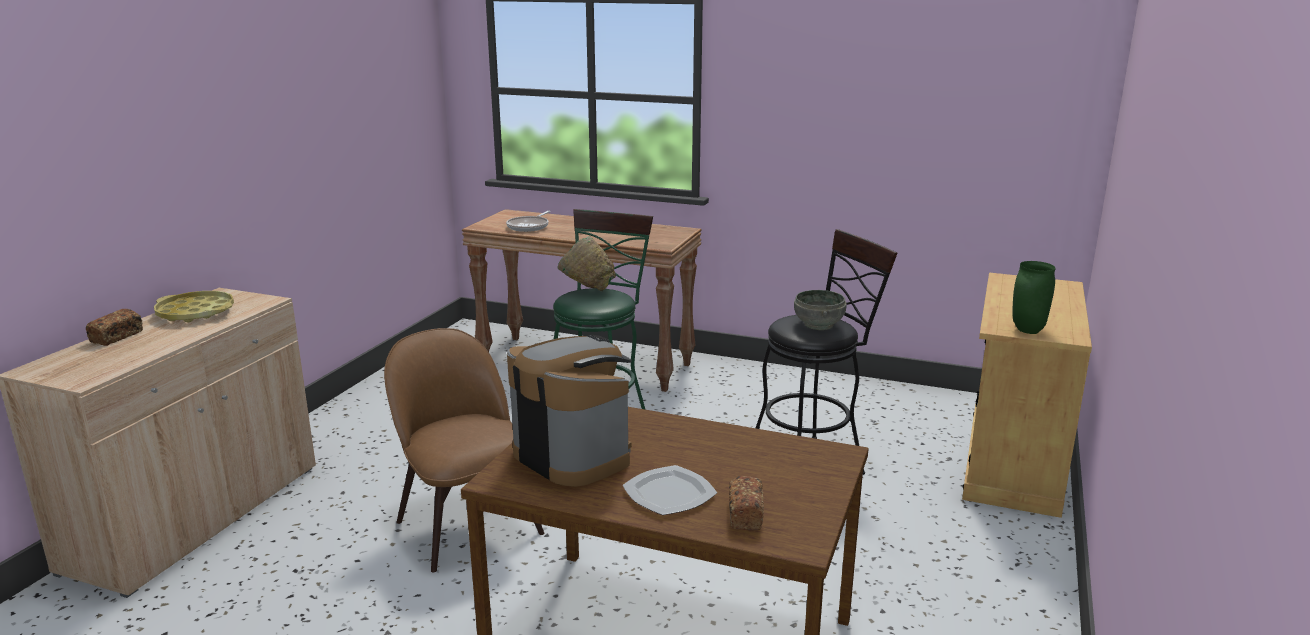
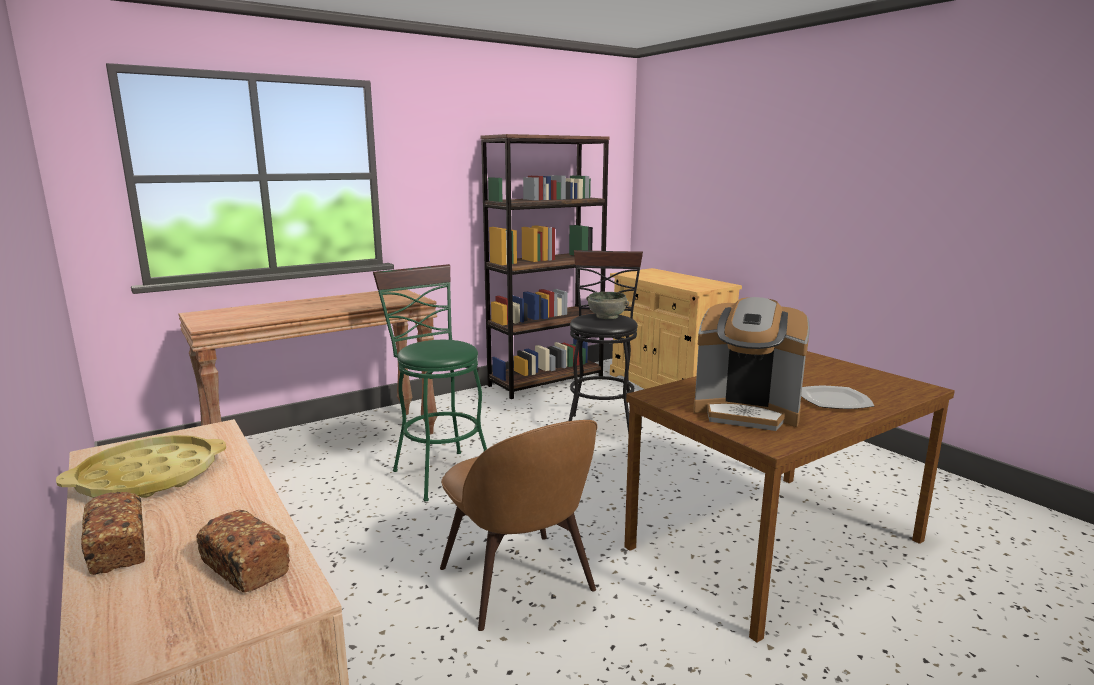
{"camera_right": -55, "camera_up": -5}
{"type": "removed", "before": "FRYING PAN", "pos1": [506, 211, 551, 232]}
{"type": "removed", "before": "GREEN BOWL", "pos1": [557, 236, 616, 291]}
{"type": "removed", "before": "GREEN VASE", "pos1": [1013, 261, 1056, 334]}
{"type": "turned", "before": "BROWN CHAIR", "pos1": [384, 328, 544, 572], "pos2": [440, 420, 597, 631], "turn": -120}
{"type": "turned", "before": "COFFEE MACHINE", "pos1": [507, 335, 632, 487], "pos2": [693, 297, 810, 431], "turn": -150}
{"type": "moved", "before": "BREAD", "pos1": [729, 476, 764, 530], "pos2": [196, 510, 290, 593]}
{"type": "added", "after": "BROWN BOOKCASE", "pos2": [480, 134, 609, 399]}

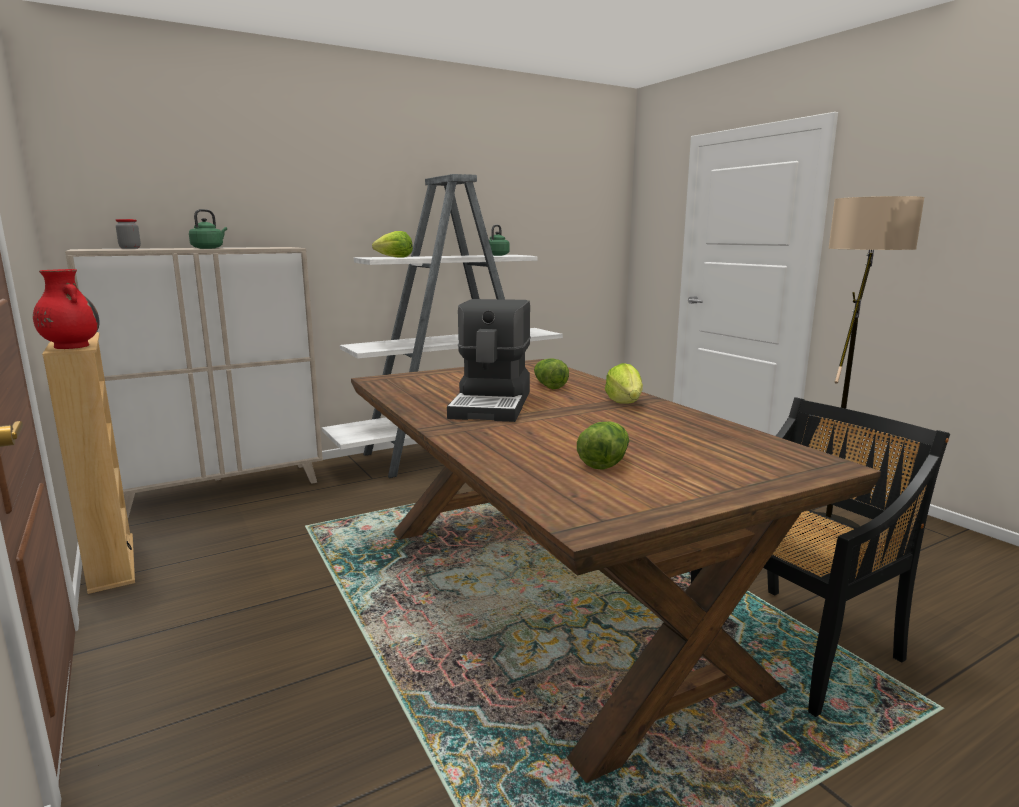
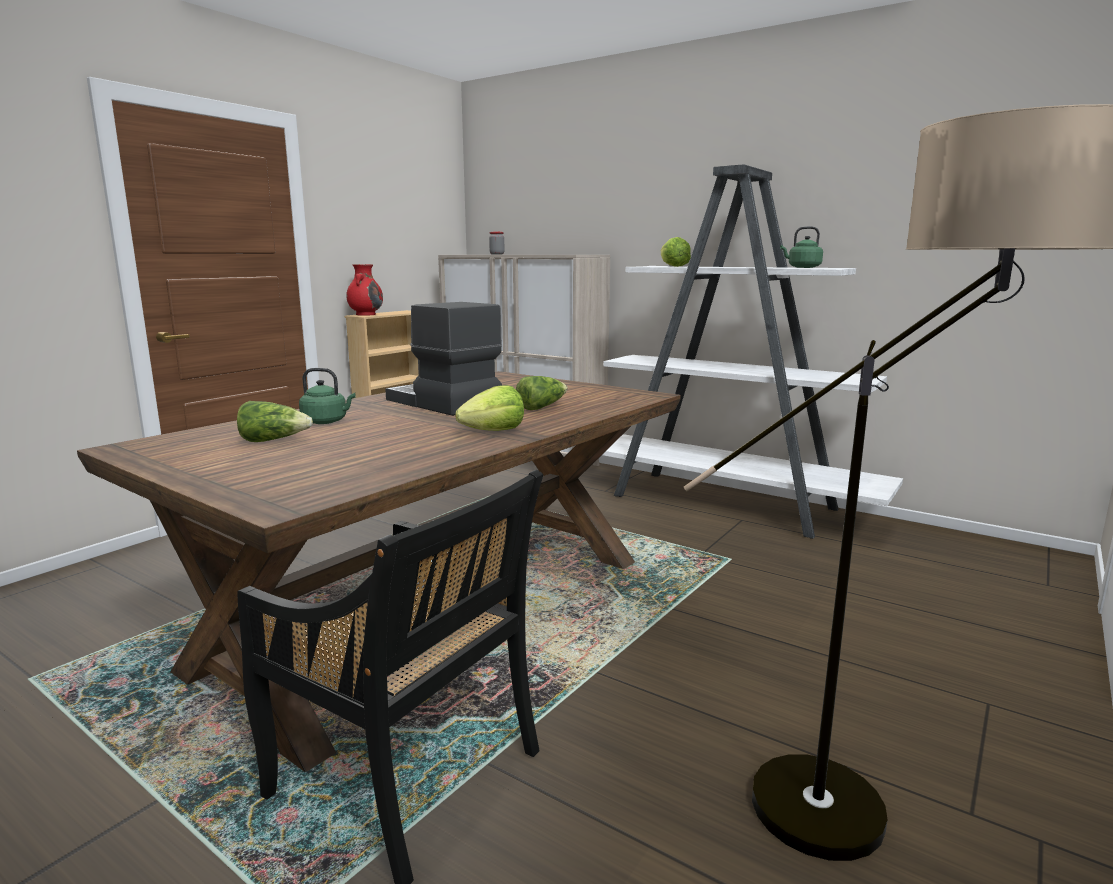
{"camera_right": 65, "camera_up": 0}
{"type": "moved", "before": "GREEN KETTLE", "pos1": [189, 209, 227, 249], "pos2": [299, 368, 355, 424]}
{"type": "turned", "before": "COFFEE MACHINE", "pos1": [447, 299, 531, 422], "pos2": [385, 302, 502, 416], "turn": 60}

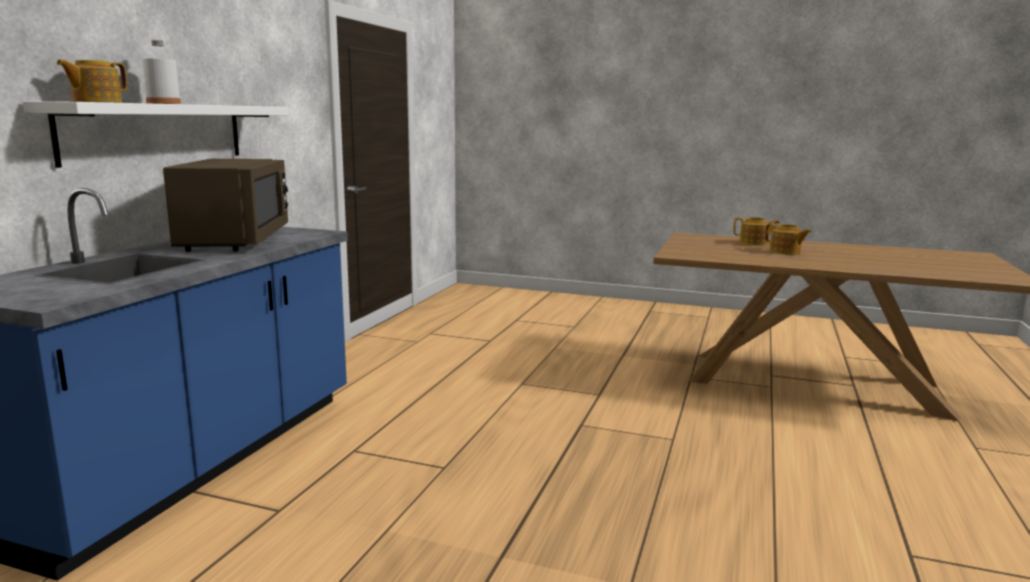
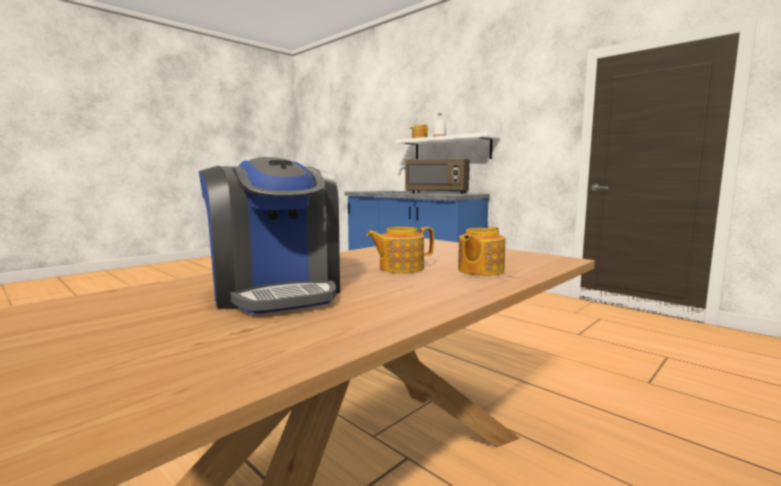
{"camera_right": 115, "camera_up": -5}
{"type": "added", "after": "COFFEE MACHINE", "pos2": [199, 157, 340, 314]}

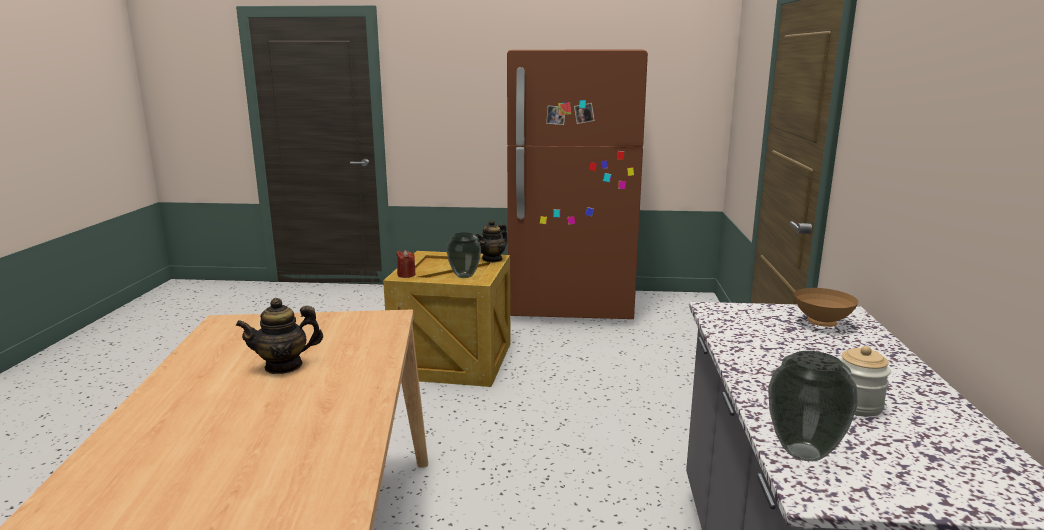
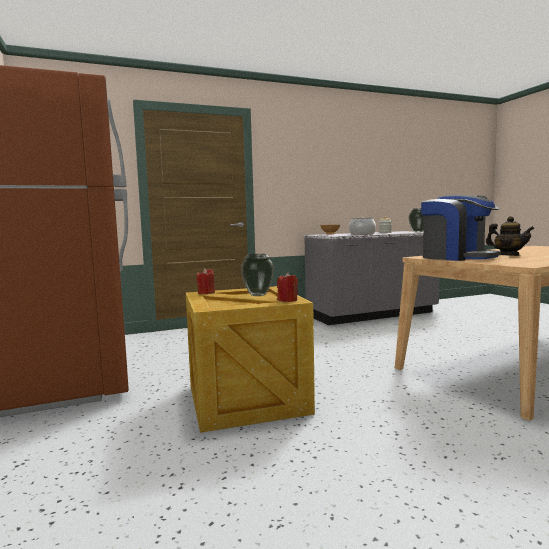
{"camera_right": -115, "camera_up": -10}
{"type": "replaced", "before": "TEAPOT", "after": "RED CANDLE", "pos1": [476, 219, 508, 263], "pos2": [196, 268, 215, 294]}
{"type": "added", "after": "COFFEE MACHINE", "pos2": [421, 195, 501, 261]}
{"type": "added", "after": "COOKING POT", "pos2": [349, 218, 376, 235]}

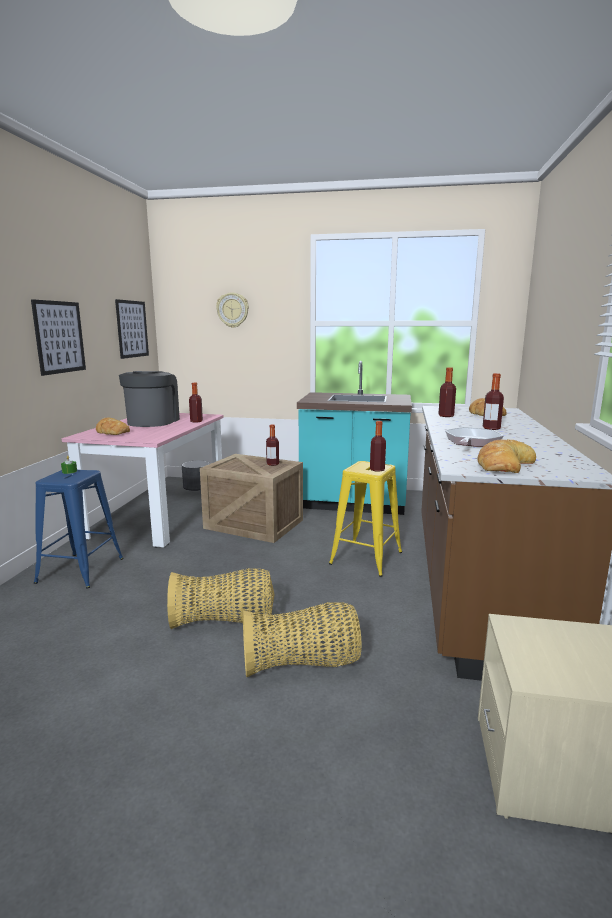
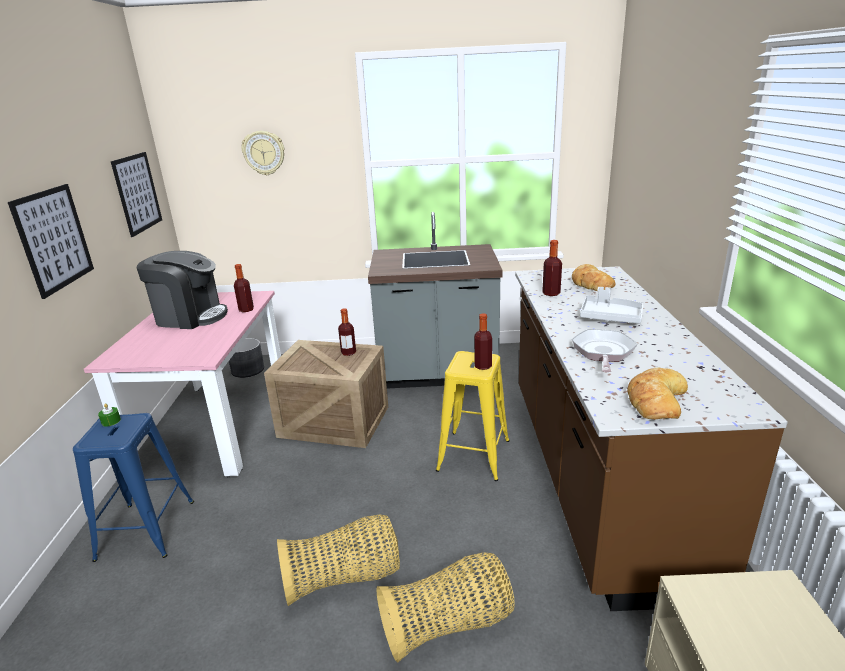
{"camera_right": -10, "camera_up": 10}
{"type": "recoloured", "before": "TURQUOISE COUNTER", "after": "GREY COUNTER", "pos1": [297, 361, 412, 515], "pos2": [368, 212, 503, 388]}
{"type": "turned", "before": "COFFEE MACHINE", "pos1": [119, 371, 180, 427], "pos2": [137, 251, 228, 329], "turn": 105}
{"type": "replaced", "before": "BOTTLE", "after": "GREY TRAY", "pos1": [483, 373, 504, 430], "pos2": [580, 287, 643, 323]}
{"type": "removed", "before": "BREAD", "pos1": [96, 417, 130, 435]}

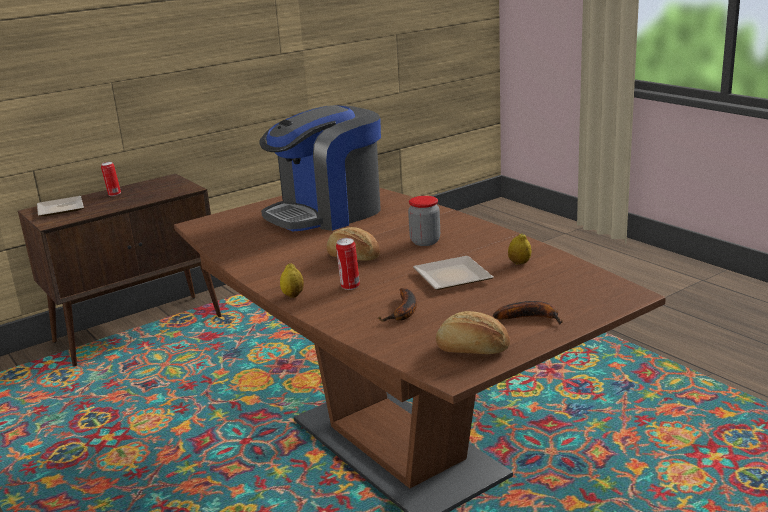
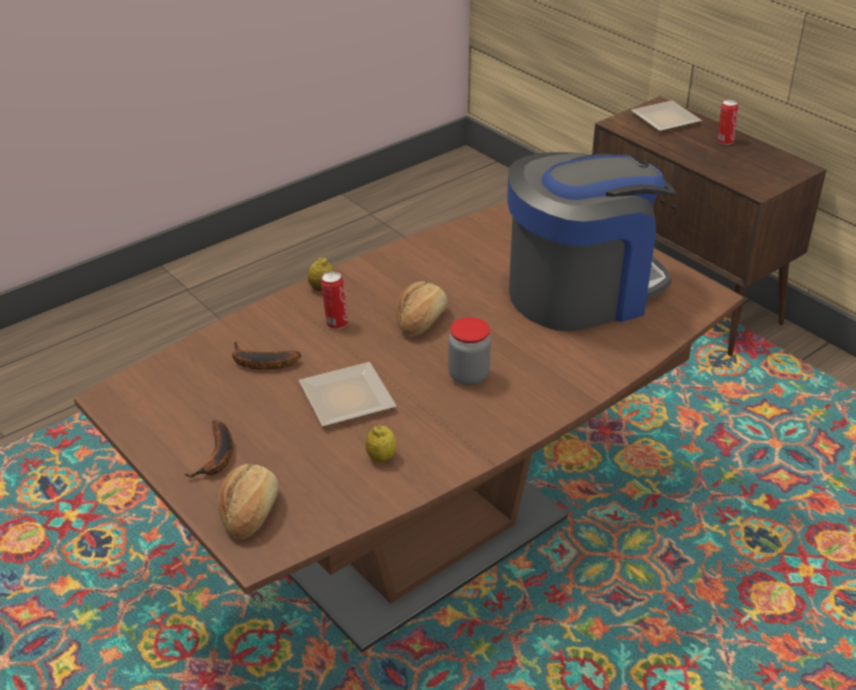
{"camera_right": 85, "camera_up": 15}
{"type": "turned", "before": "COFFEE MACHINE", "pos1": [259, 105, 381, 231], "pos2": [507, 152, 676, 331], "turn": 105}
{"type": "moved", "before": "BREAD", "pos1": [436, 311, 510, 354], "pos2": [218, 464, 279, 539]}

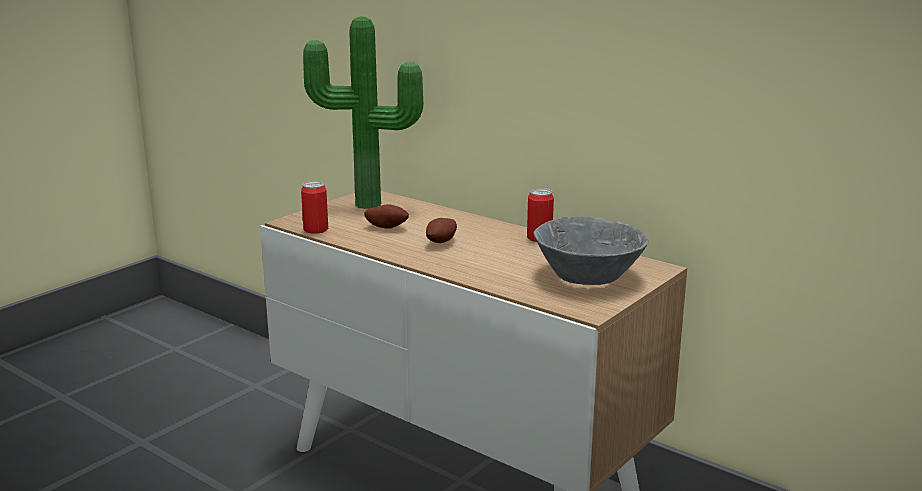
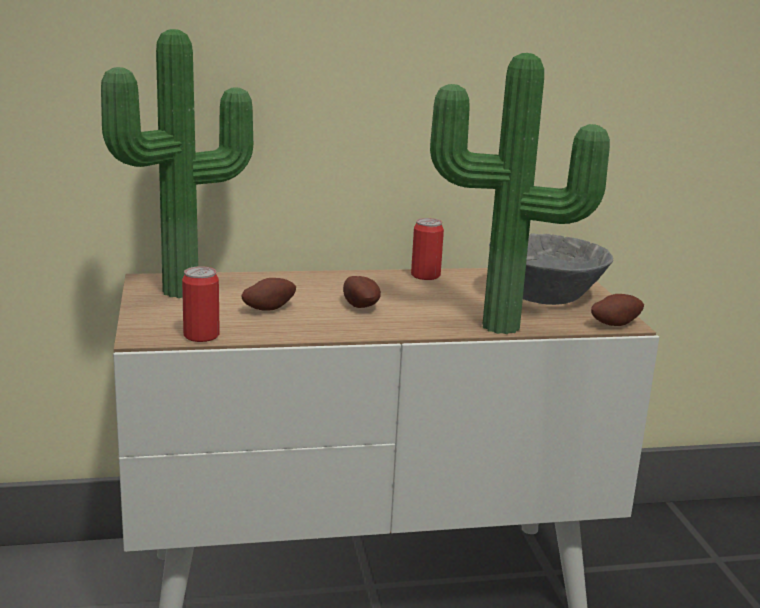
{"camera_right": -50, "camera_up": 0}
{"type": "added", "after": "POTTED PLANT", "pos2": [430, 53, 610, 334]}
{"type": "added", "after": "POTATO", "pos2": [591, 294, 644, 326]}

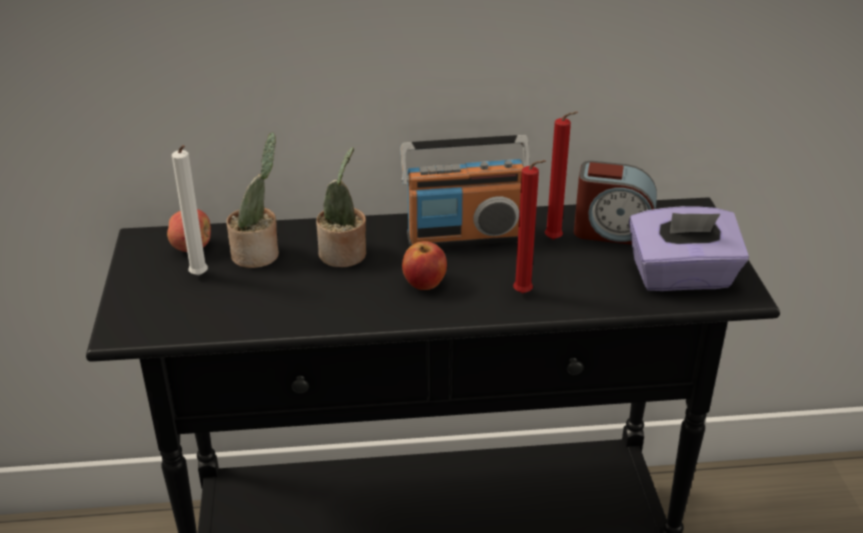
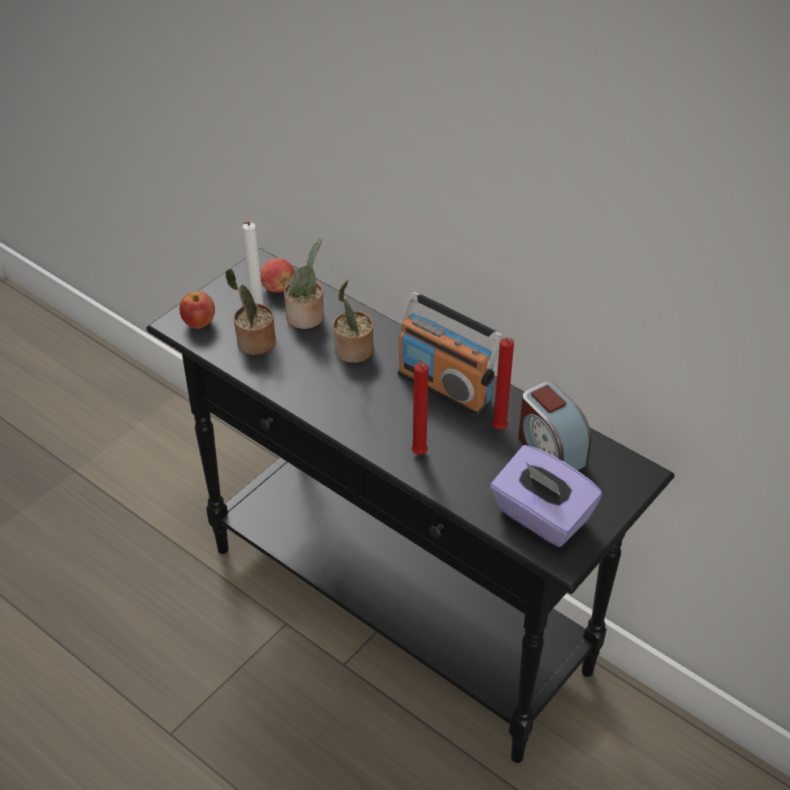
{"camera_right": 45, "camera_up": 10}
{"type": "moved", "before": "APPLE", "pos1": [402, 241, 447, 290], "pos2": [180, 291, 215, 329]}
{"type": "added", "after": "POTTED PLANT", "pos2": [225, 269, 276, 355]}

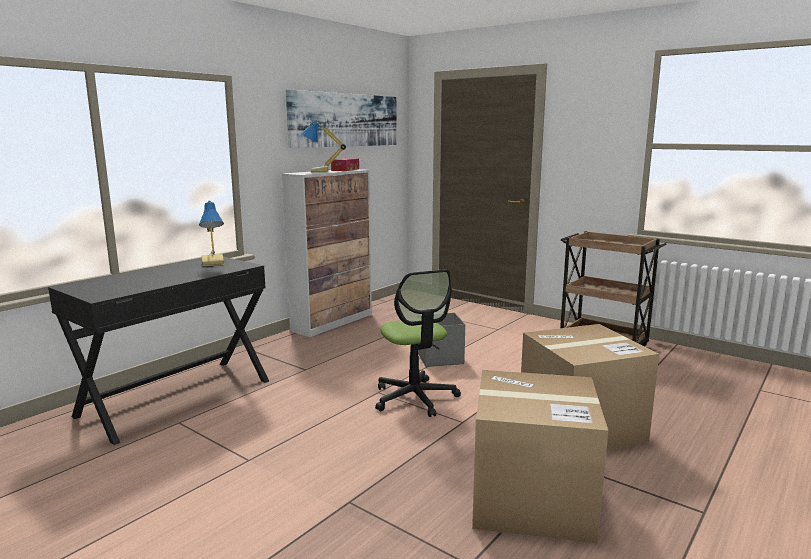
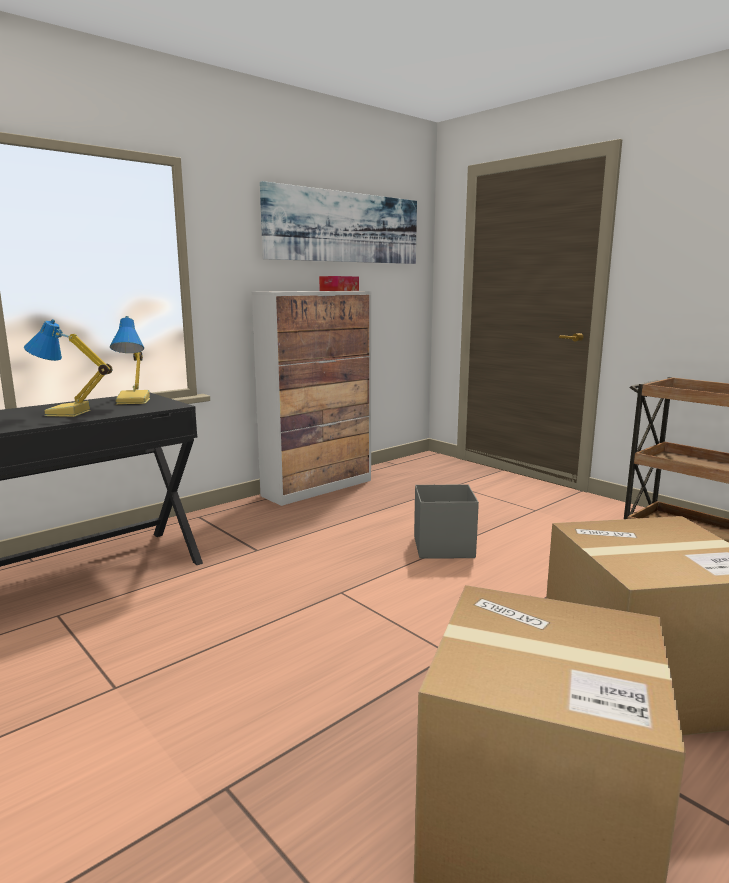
{"camera_right": 10, "camera_up": 0}
{"type": "moved", "before": "TABLE LAMP", "pos1": [300, 120, 346, 173], "pos2": [24, 319, 112, 417]}
{"type": "removed", "before": "OFFICE CHAIR", "pos1": [375, 269, 461, 417]}

